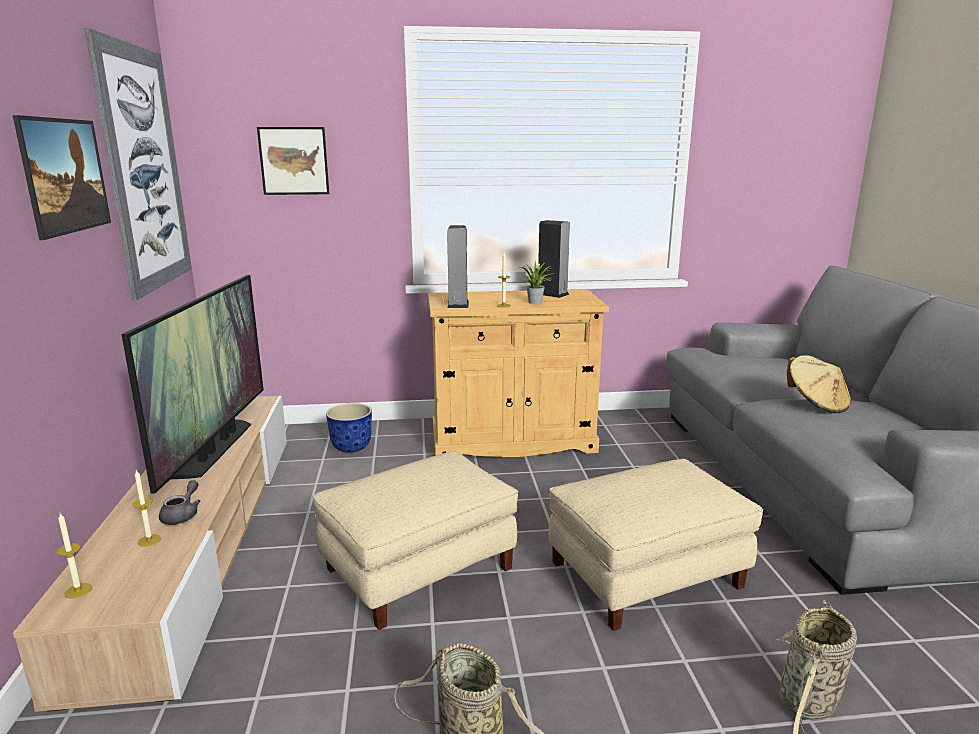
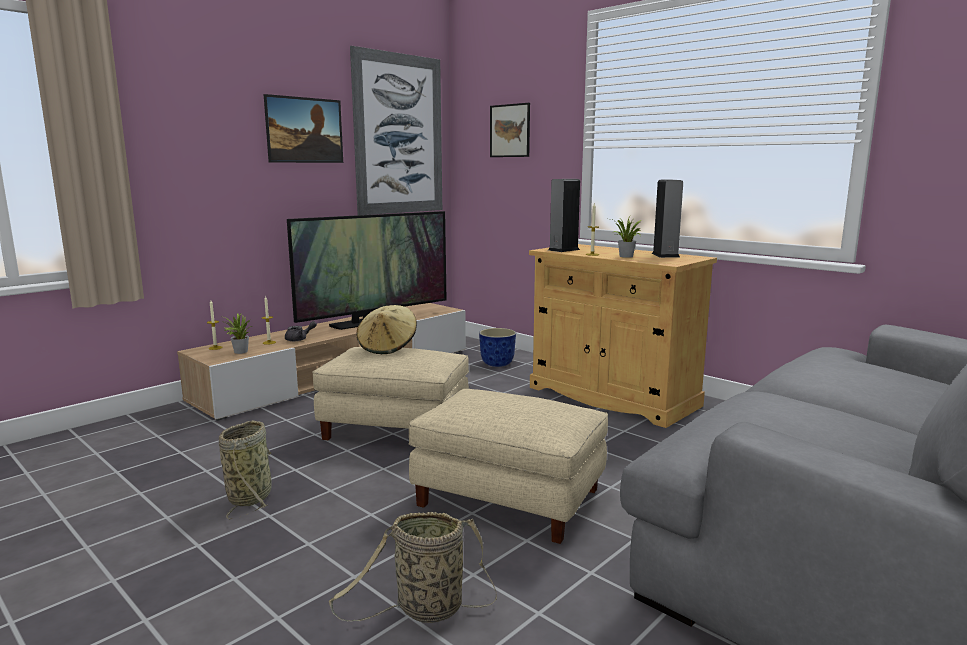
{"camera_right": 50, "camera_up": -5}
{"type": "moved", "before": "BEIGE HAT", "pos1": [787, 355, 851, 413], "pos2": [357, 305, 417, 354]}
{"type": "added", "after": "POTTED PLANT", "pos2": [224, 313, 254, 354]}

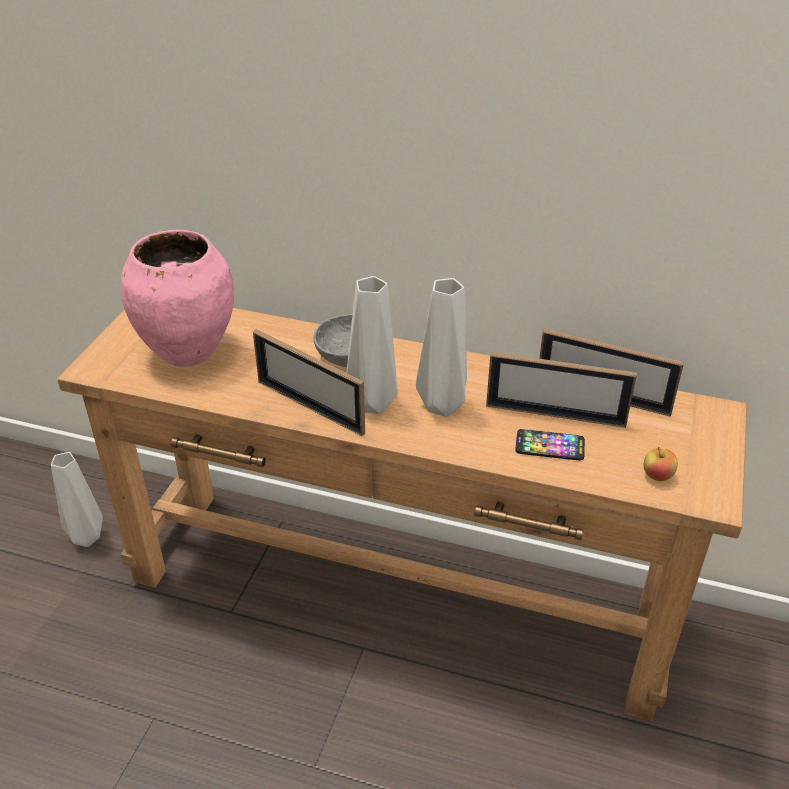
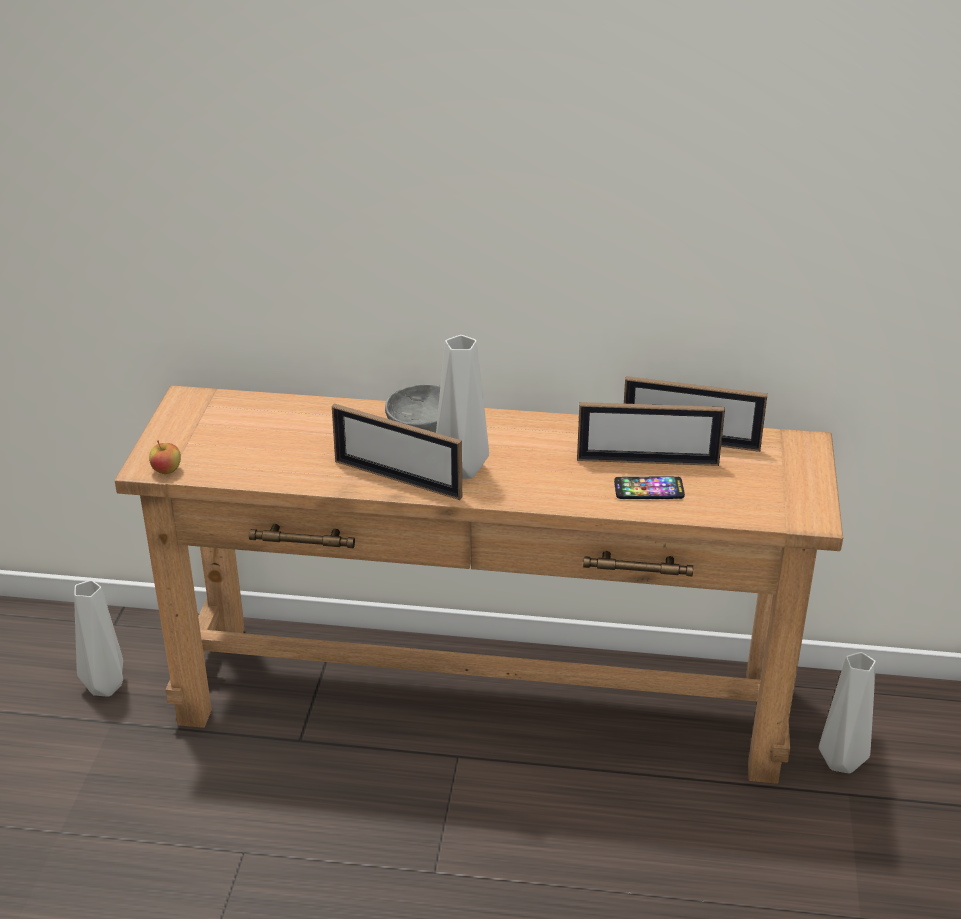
{"camera_right": -10, "camera_up": -5}
{"type": "removed", "before": "PINK VASE", "pos1": [121, 230, 234, 367]}
{"type": "moved", "before": "GREY VASE", "pos1": [416, 278, 467, 417], "pos2": [819, 652, 876, 774]}
{"type": "moved", "before": "APPLE", "pos1": [644, 447, 678, 481], "pos2": [149, 441, 181, 474]}

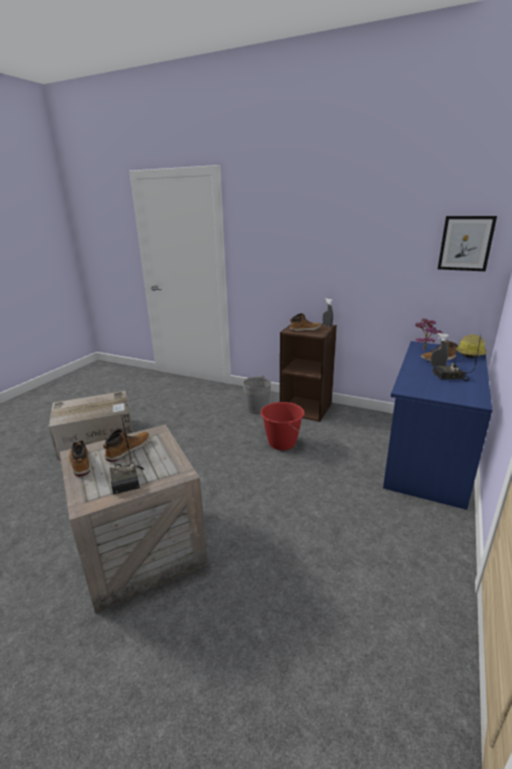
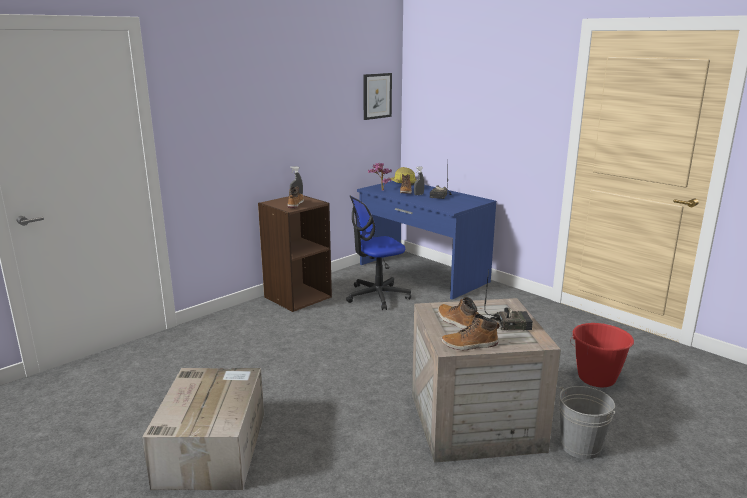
{"camera_right": -70, "camera_up": -5}
{"type": "moved", "before": "GREY BUCKET", "pos1": [243, 375, 271, 414], "pos2": [558, 386, 615, 459]}
{"type": "moved", "before": "RED BUCKET", "pos1": [260, 402, 305, 450], "pos2": [570, 323, 634, 387]}
{"type": "added", "after": "OFFICE CHAIR", "pos2": [346, 195, 411, 310]}

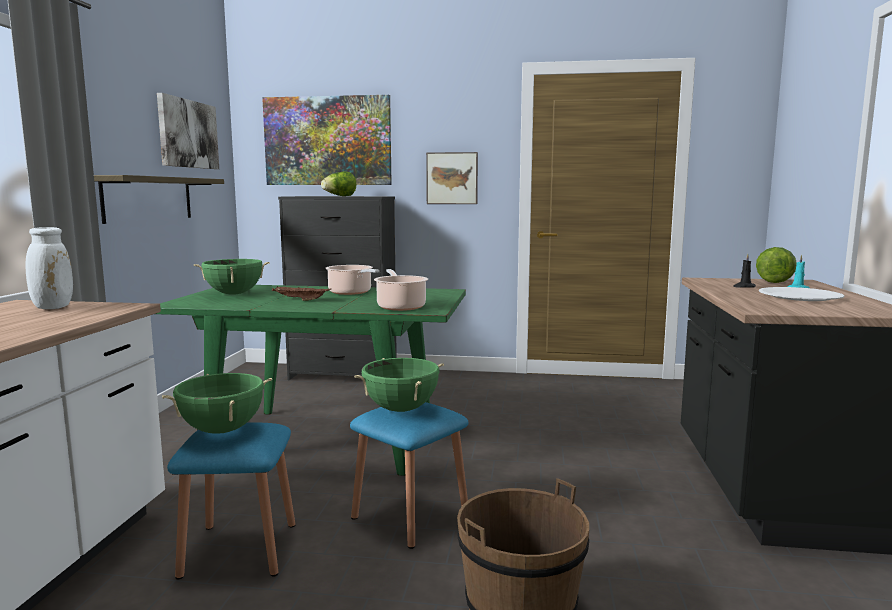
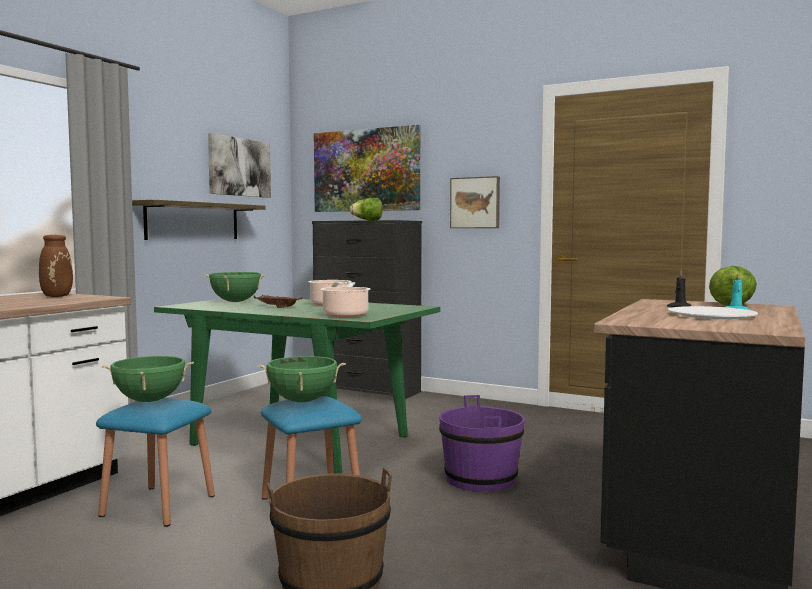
{"camera_right": 20, "camera_up": -5}
{"type": "recoloured", "before": "WHITE VASE", "after": "BROWN VASE", "pos1": [26, 227, 73, 309], "pos2": [39, 235, 73, 297]}
{"type": "added", "after": "PURPLE BUCKET", "pos2": [439, 395, 525, 492]}

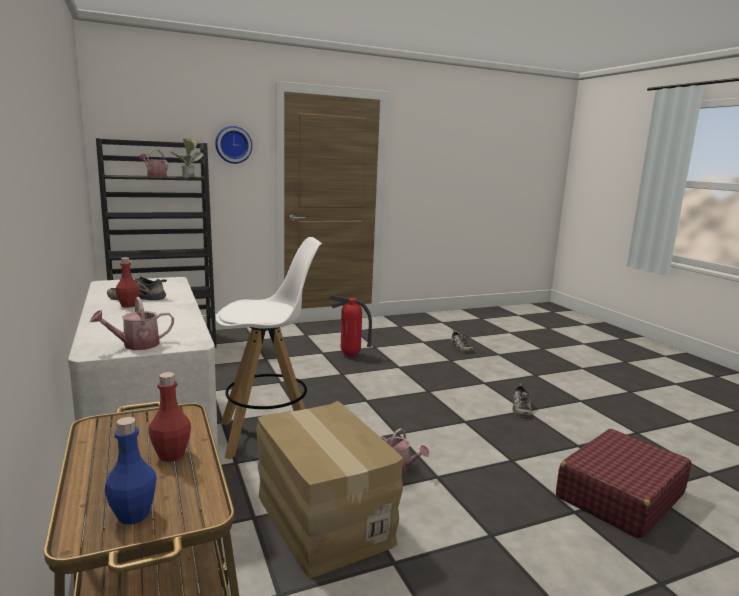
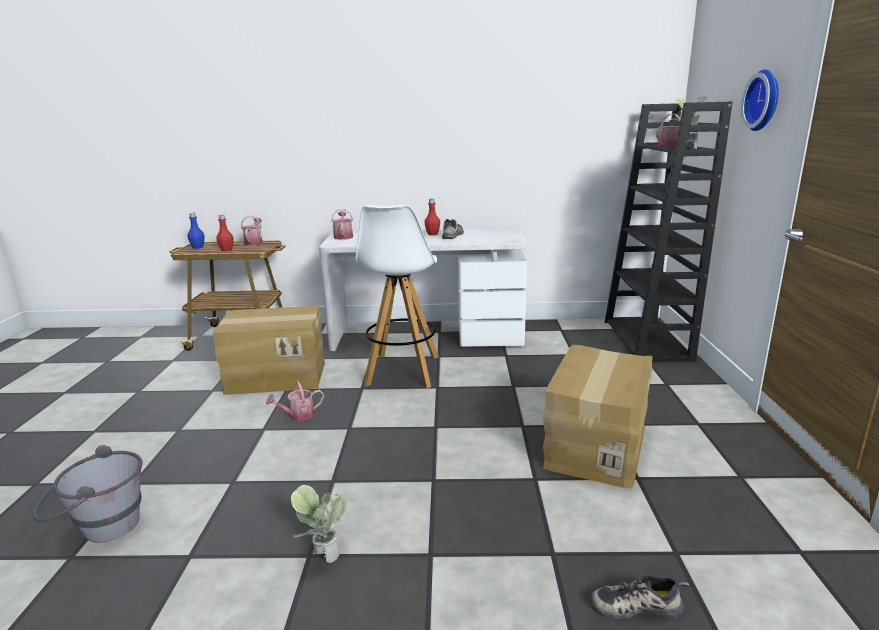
{"camera_right": 115, "camera_up": 5}
{"type": "replaced", "before": "FIRE EXTINGUISHER", "after": "CARDBOARD BOX", "pos1": [329, 295, 372, 356], "pos2": [543, 345, 652, 488]}
{"type": "replaced", "before": "SHOE", "after": "POTTED PLANT", "pos1": [512, 384, 532, 418], "pos2": [291, 485, 348, 563]}
{"type": "replaced", "before": "RED SUITCASE", "after": "GREY BUCKET", "pos1": [556, 429, 691, 539], "pos2": [32, 445, 143, 543]}
{"type": "added", "after": "WATERING CAN", "pos2": [241, 216, 263, 245]}

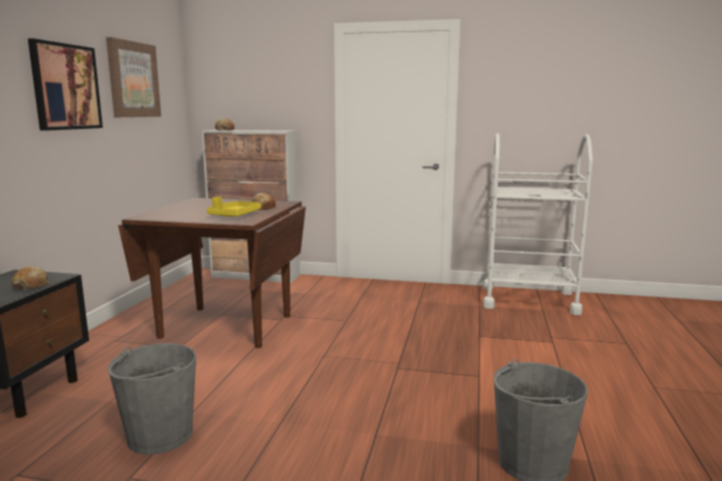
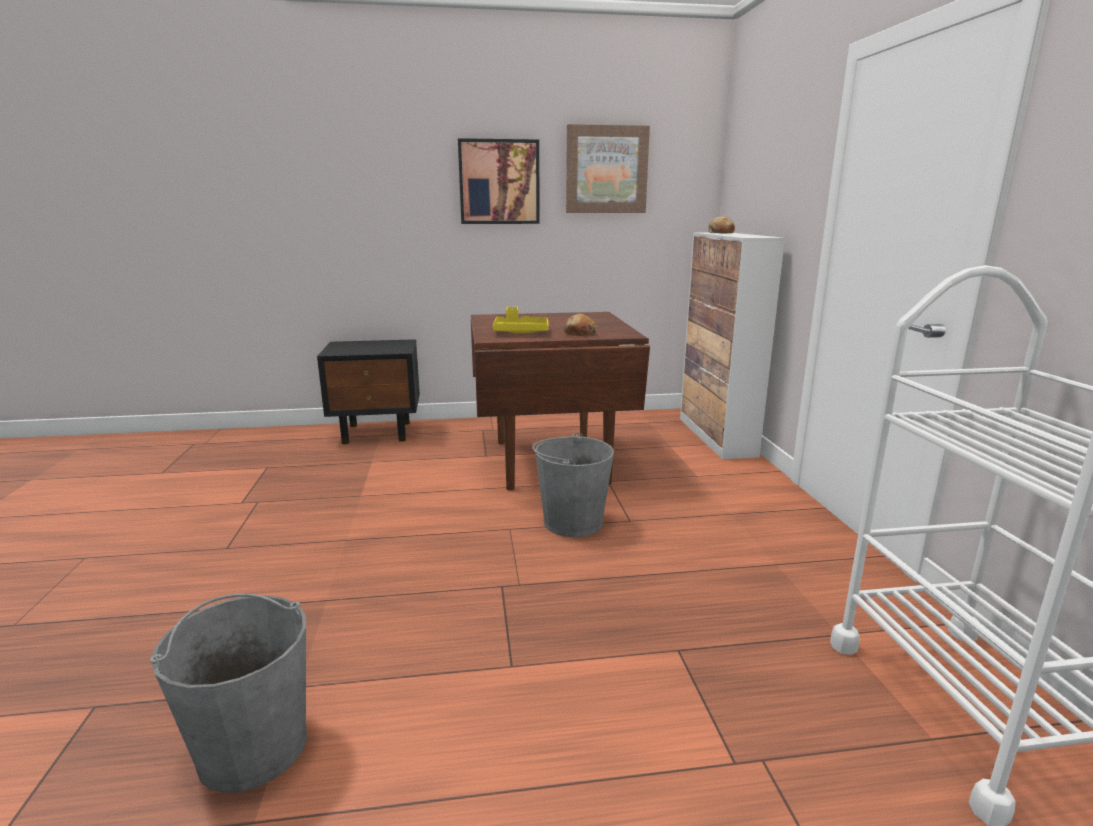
{"camera_right": 70, "camera_up": 5}
{"type": "removed", "before": "BREAD", "pos1": [11, 266, 50, 290]}
{"type": "moved", "before": "GREY BUCKET", "pos1": [108, 343, 196, 455], "pos2": [532, 432, 614, 537]}

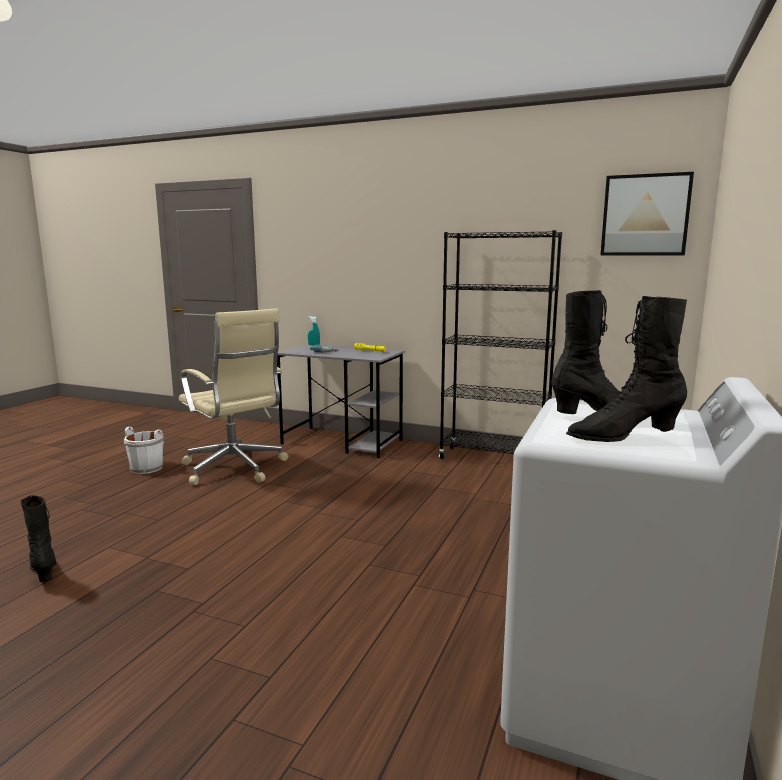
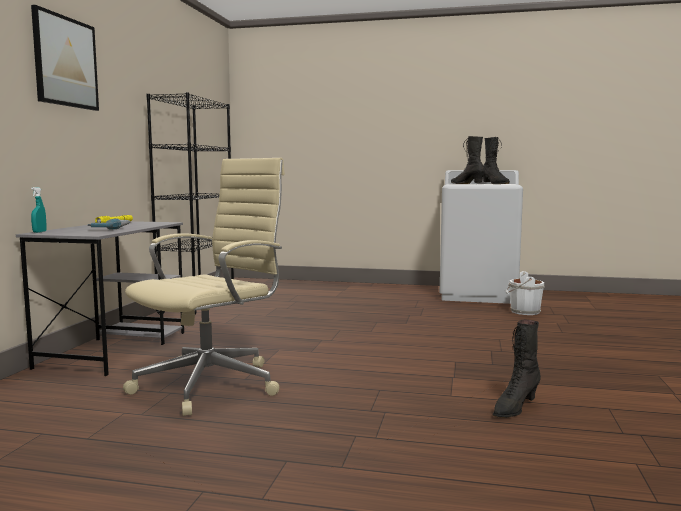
{"camera_right": -100, "camera_up": -5}
{"type": "moved", "before": "PICTURE", "pos1": [600, 172, 694, 256], "pos2": [31, 5, 99, 111]}
{"type": "moved", "before": "WHITE BUCKET", "pos1": [124, 427, 168, 474], "pos2": [506, 271, 545, 315]}

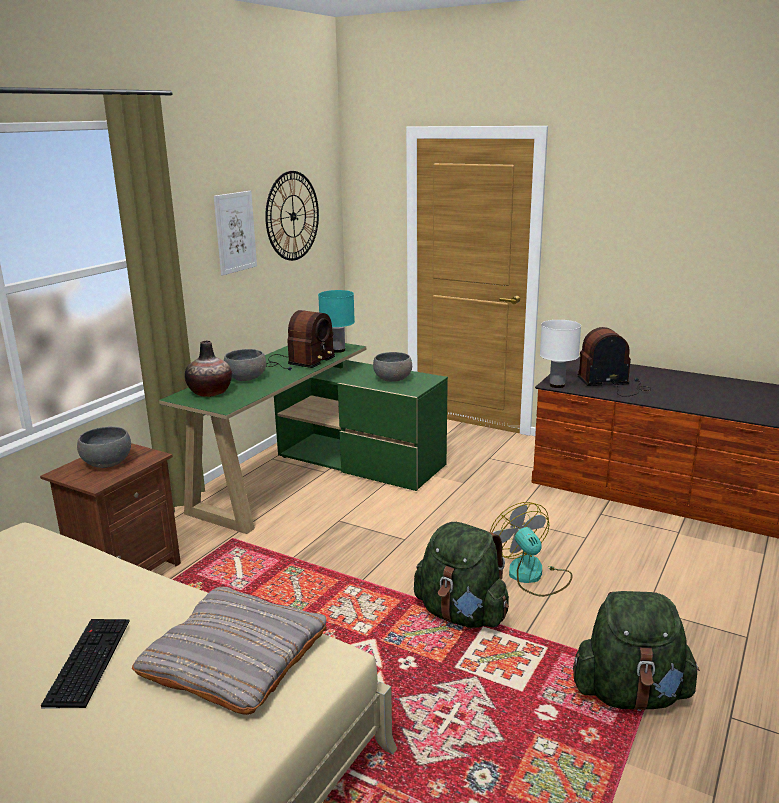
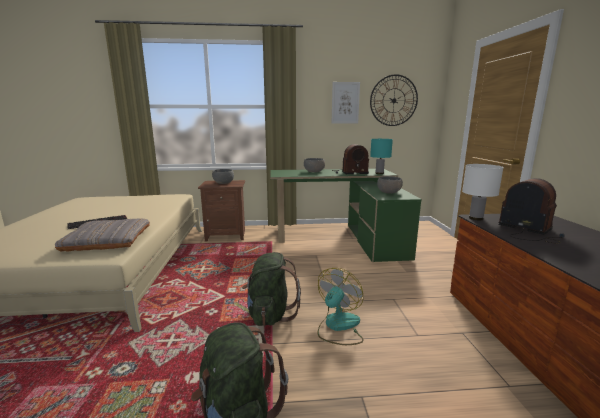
{"camera_right": 55, "camera_up": -5}
{"type": "removed", "before": "VASE", "pos1": [185, 341, 232, 397]}

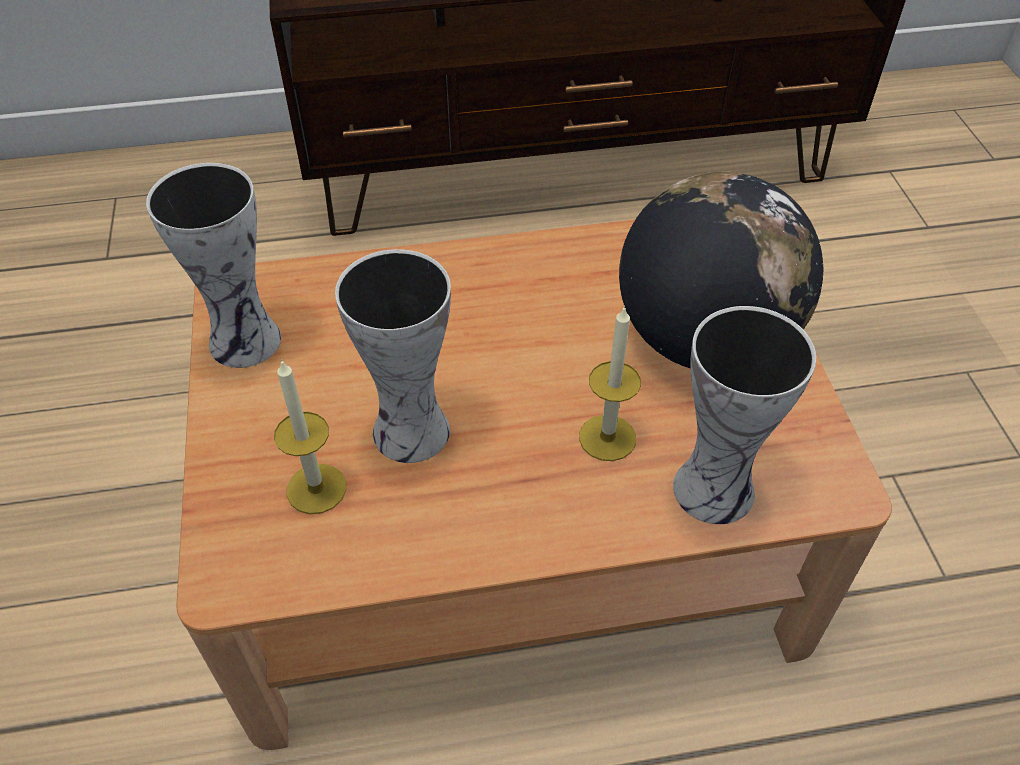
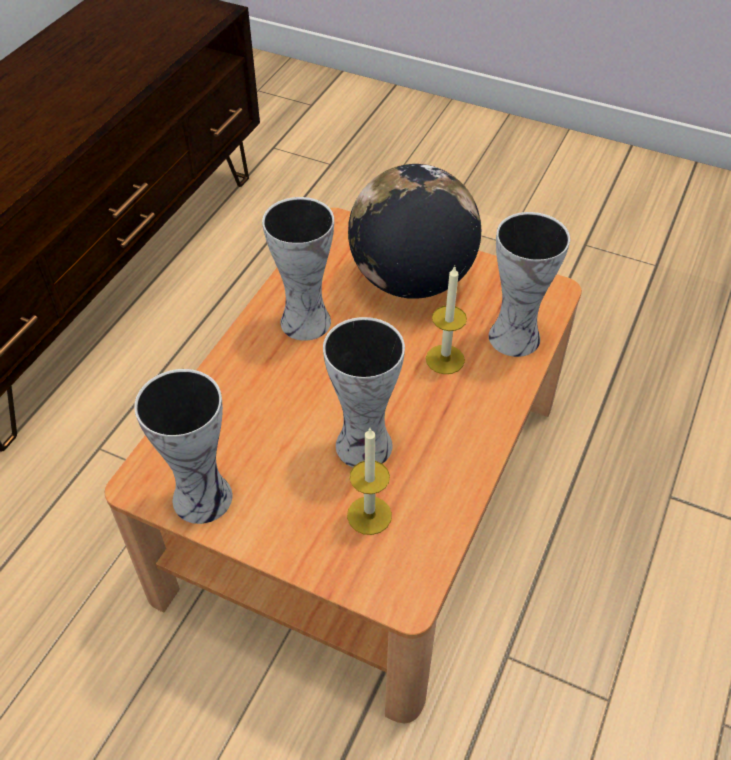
{"camera_right": -55, "camera_up": 0}
{"type": "added", "after": "VASE", "pos2": [262, 197, 334, 341]}

